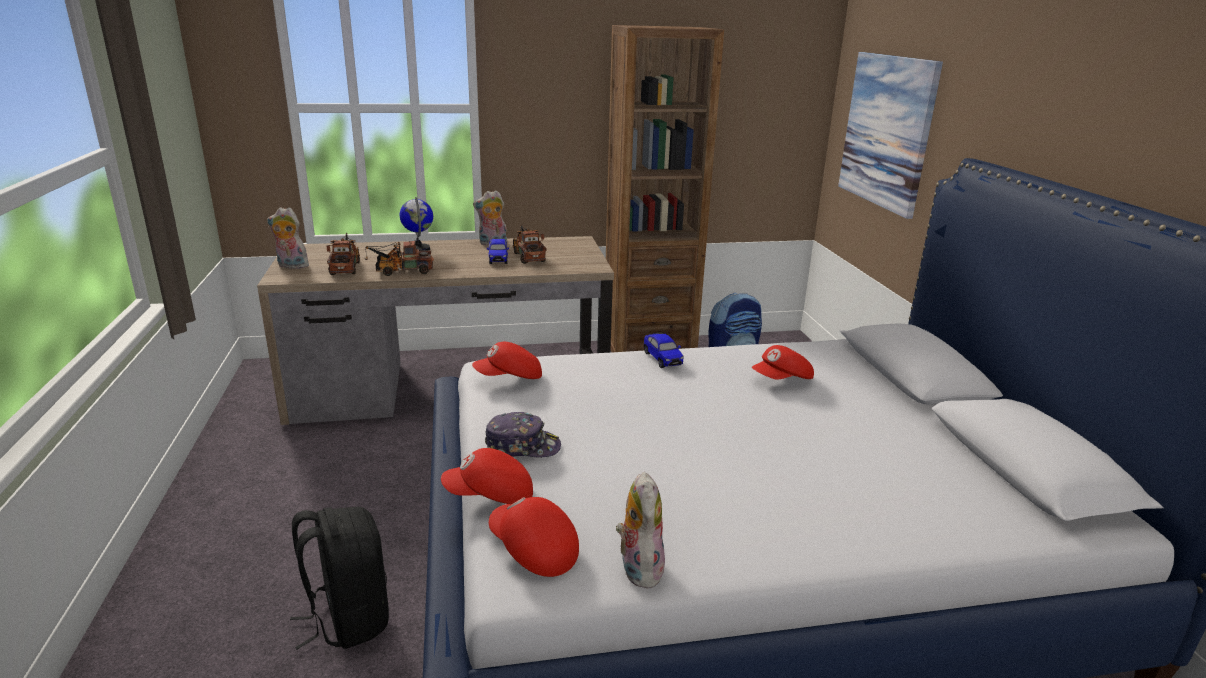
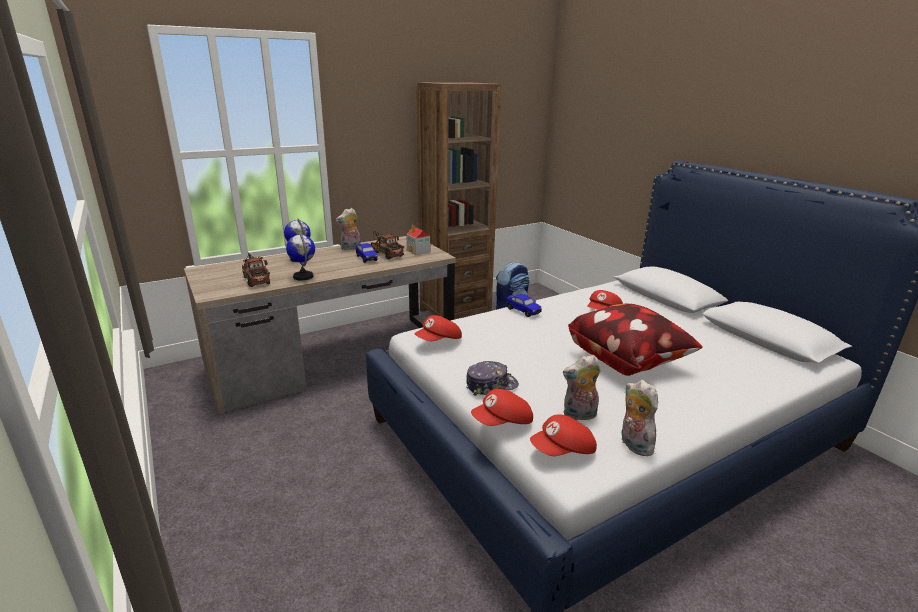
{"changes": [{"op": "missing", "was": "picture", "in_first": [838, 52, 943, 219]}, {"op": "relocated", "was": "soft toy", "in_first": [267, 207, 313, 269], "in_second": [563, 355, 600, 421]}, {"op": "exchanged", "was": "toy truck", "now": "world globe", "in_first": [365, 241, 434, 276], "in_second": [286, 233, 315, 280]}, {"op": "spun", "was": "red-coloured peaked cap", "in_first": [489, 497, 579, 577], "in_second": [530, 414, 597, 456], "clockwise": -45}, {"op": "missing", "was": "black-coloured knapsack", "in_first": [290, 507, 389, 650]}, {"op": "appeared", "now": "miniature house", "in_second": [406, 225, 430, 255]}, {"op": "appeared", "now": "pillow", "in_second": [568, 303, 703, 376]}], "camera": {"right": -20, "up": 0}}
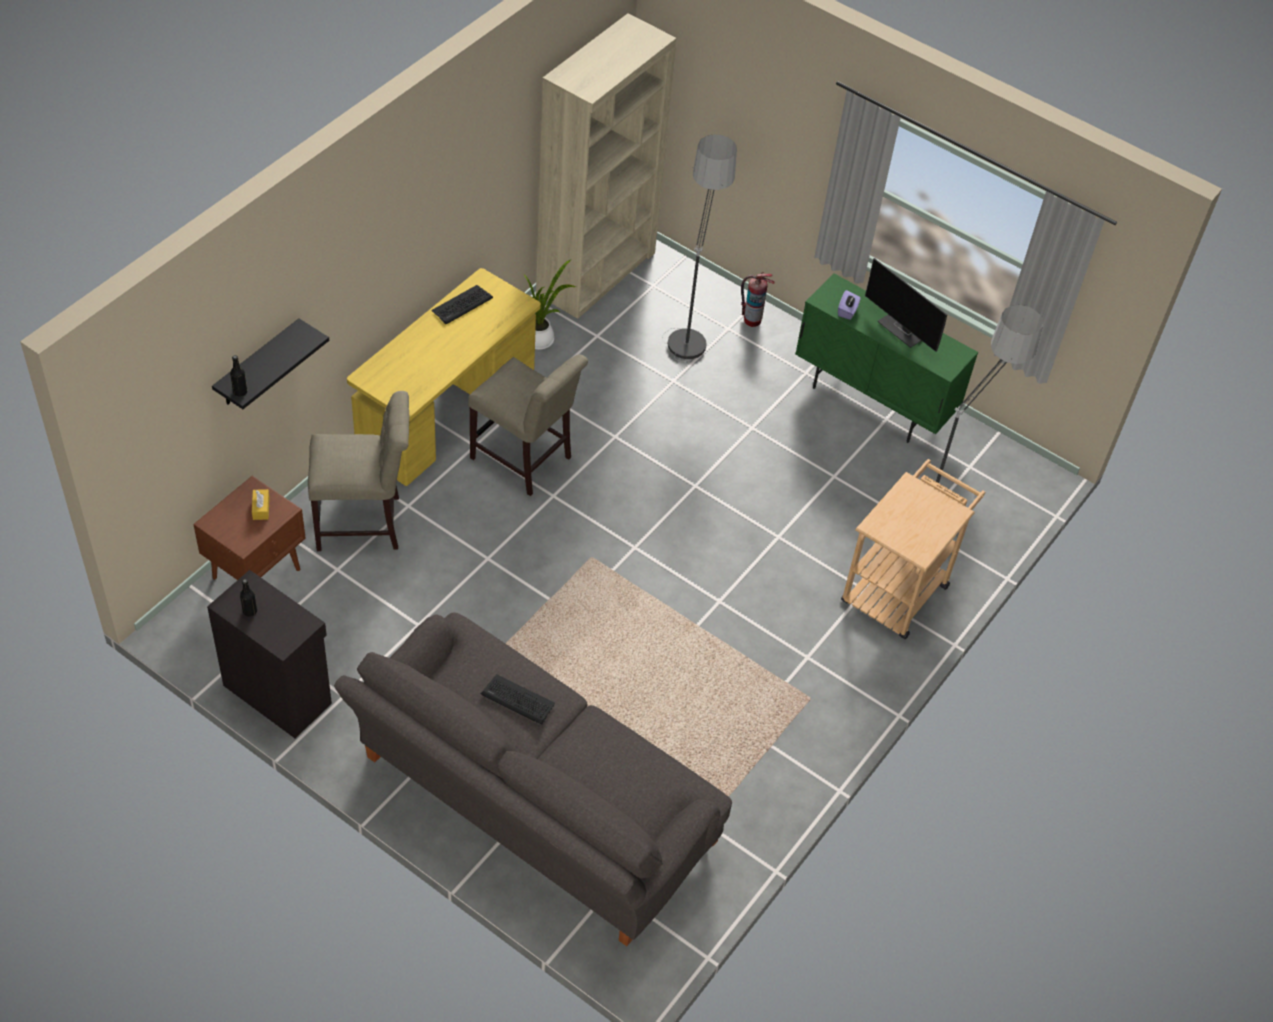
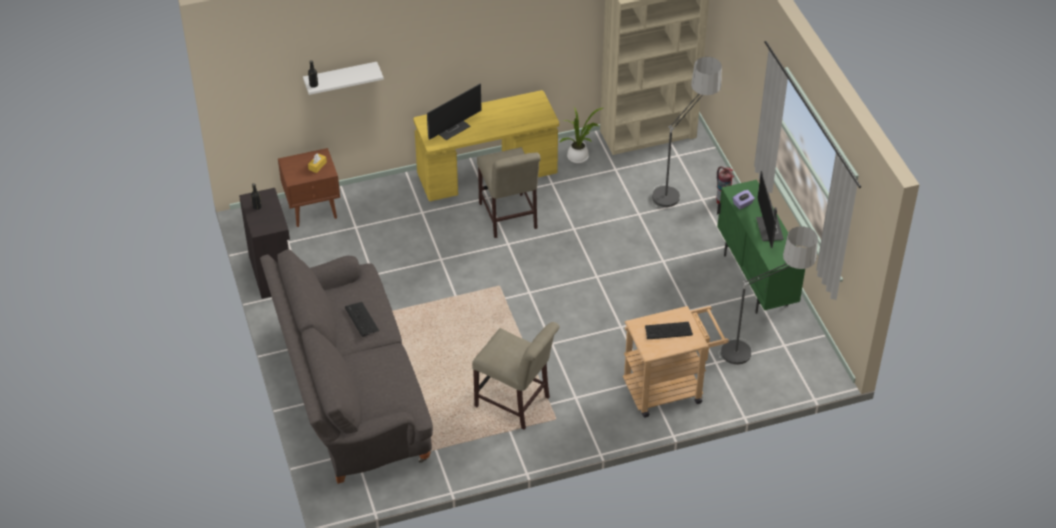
{"changes": [{"op": "relocated", "was": "computer keyboard", "in_first": [431, 285, 493, 324], "in_second": [645, 322, 693, 339]}, {"op": "colour", "was": "black-coloured bracket shelf", "now": "whitish bracket shelf", "in_first": [212, 318, 329, 409], "in_second": [303, 62, 384, 95]}, {"op": "relocated", "was": "sand-coloured upright chair", "in_first": [308, 391, 409, 551], "in_second": [472, 322, 559, 430]}, {"op": "appeared", "now": "computer screen", "in_second": [427, 84, 482, 140]}], "camera": {"right": 40, "up": -5}}
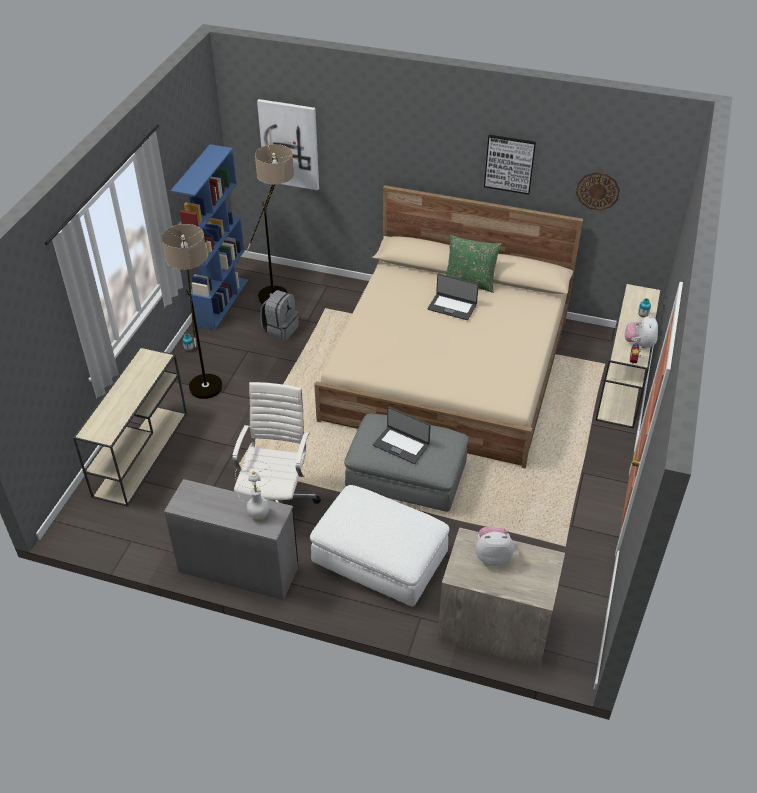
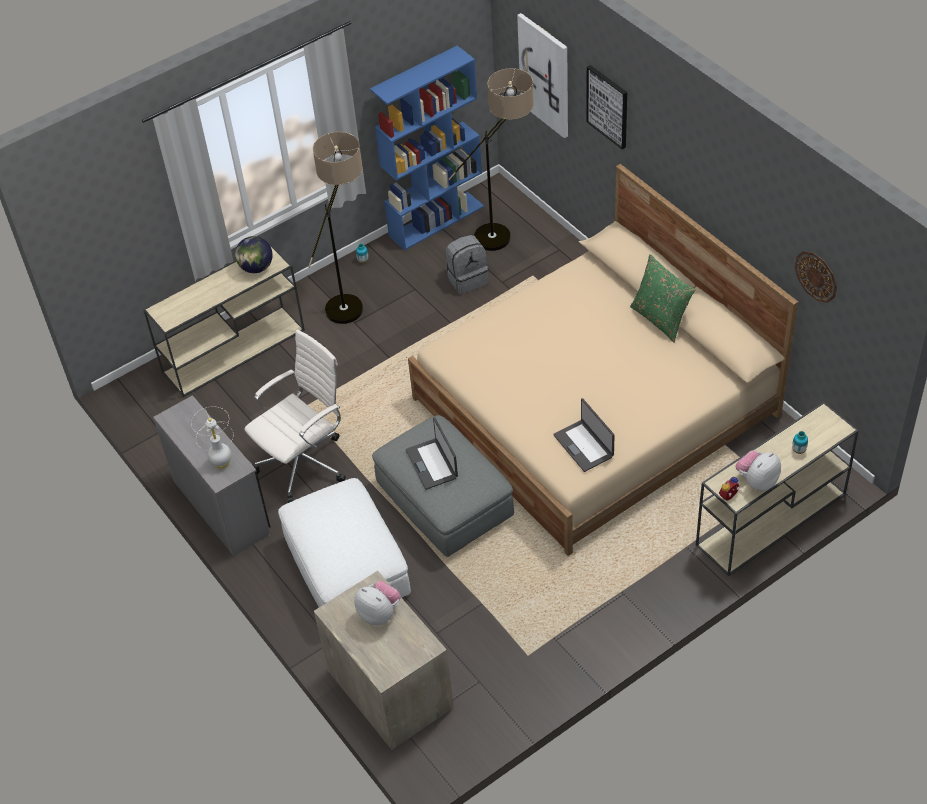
{"changes": [{"op": "relocated", "was": "picture", "in_first": [484, 135, 536, 195], "in_second": [586, 65, 627, 149]}, {"op": "relocated", "was": "laptop", "in_first": [427, 273, 479, 320], "in_second": [553, 398, 615, 472]}, {"op": "appeared", "now": "world globe", "in_second": [235, 236, 273, 273]}], "camera": {"right": 40, "up": 5}}
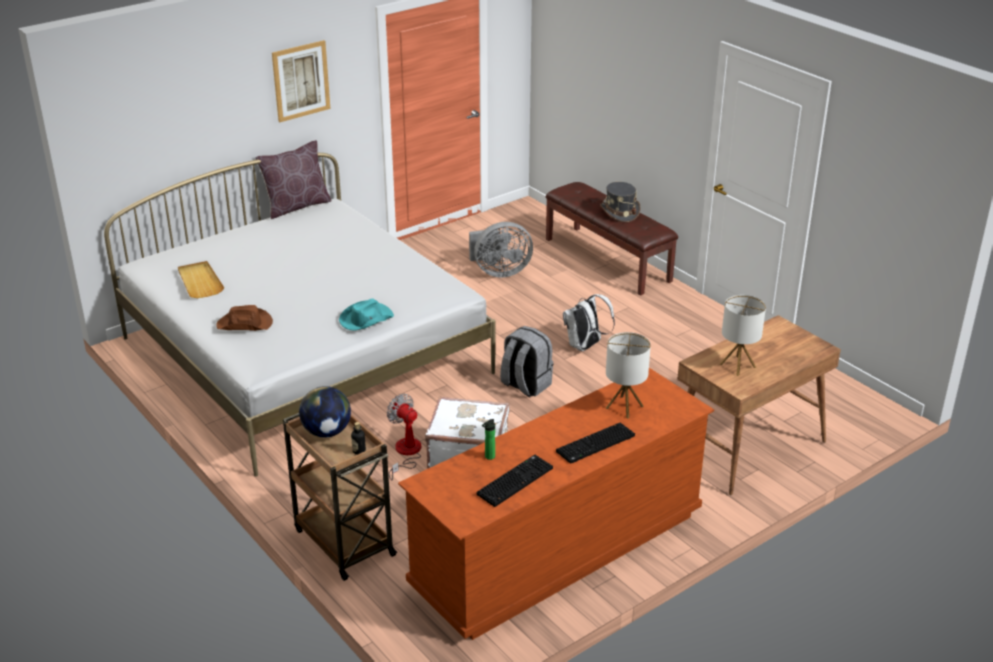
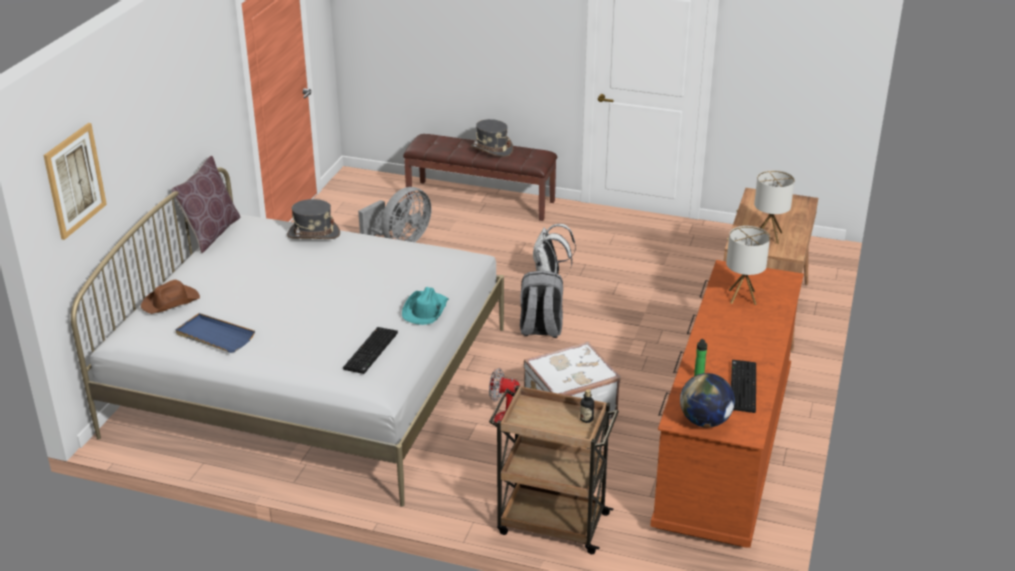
{"changes": [{"op": "relocated", "was": "picture", "in_first": [272, 40, 330, 122], "in_second": [43, 123, 107, 240]}, {"op": "colour", "was": "sand-coloured carrying tray", "now": "bluish carrying tray", "in_first": [178, 261, 224, 298], "in_second": [175, 313, 255, 353]}, {"op": "relocated", "was": "brown clothing hat", "in_first": [216, 305, 273, 331], "in_second": [141, 280, 200, 314]}, {"op": "relocated", "was": "world globe", "in_first": [299, 386, 351, 438], "in_second": [680, 373, 735, 428]}, {"op": "relocated", "was": "computer keyboard", "in_first": [556, 423, 635, 464], "in_second": [343, 327, 398, 374]}, {"op": "appeared", "now": "greyish clothing hat", "in_second": [287, 199, 340, 239]}], "camera": {"right": -35, "up": 0}}
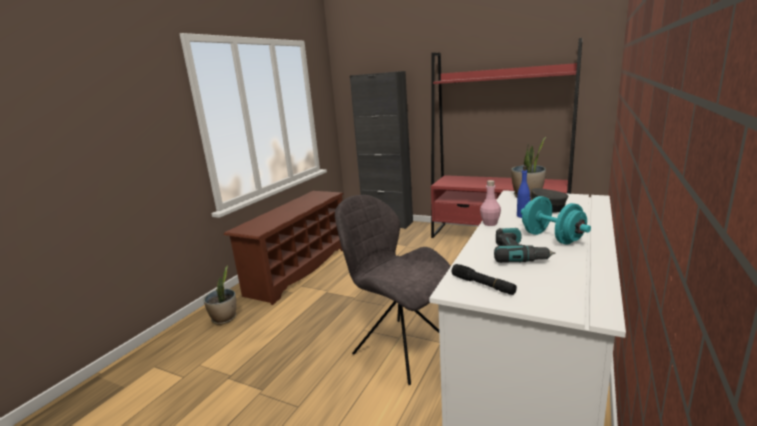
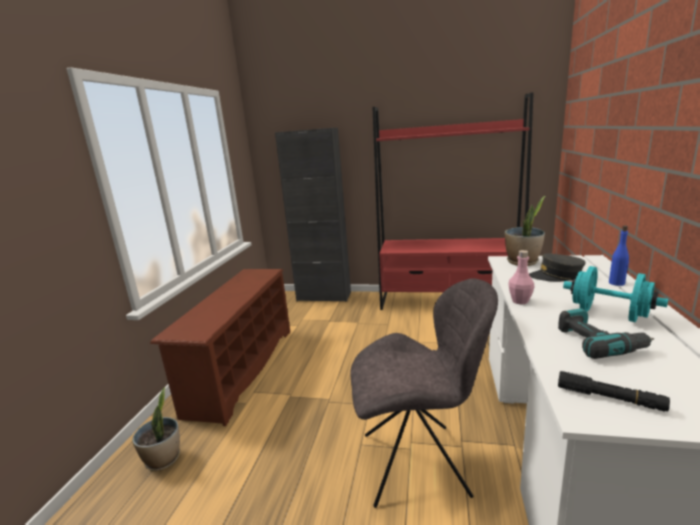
{"changes": [{"op": "relocated", "was": "bluish beverage bottle", "in_first": [517, 166, 531, 218], "in_second": [609, 226, 629, 286]}, {"op": "spun", "was": "greyish upright chair", "in_first": [335, 195, 451, 385], "in_second": [350, 278, 498, 508], "clockwise": 150}], "camera": {"right": -15, "up": 0}}
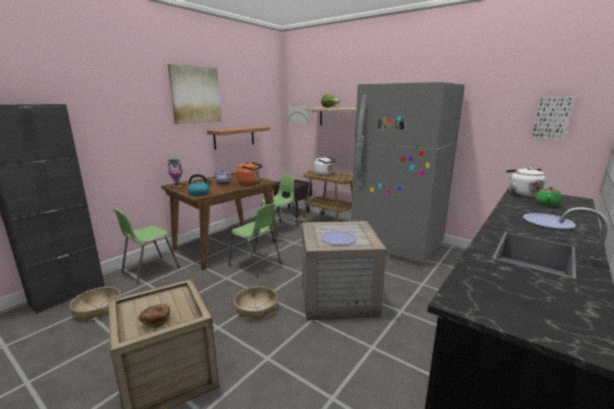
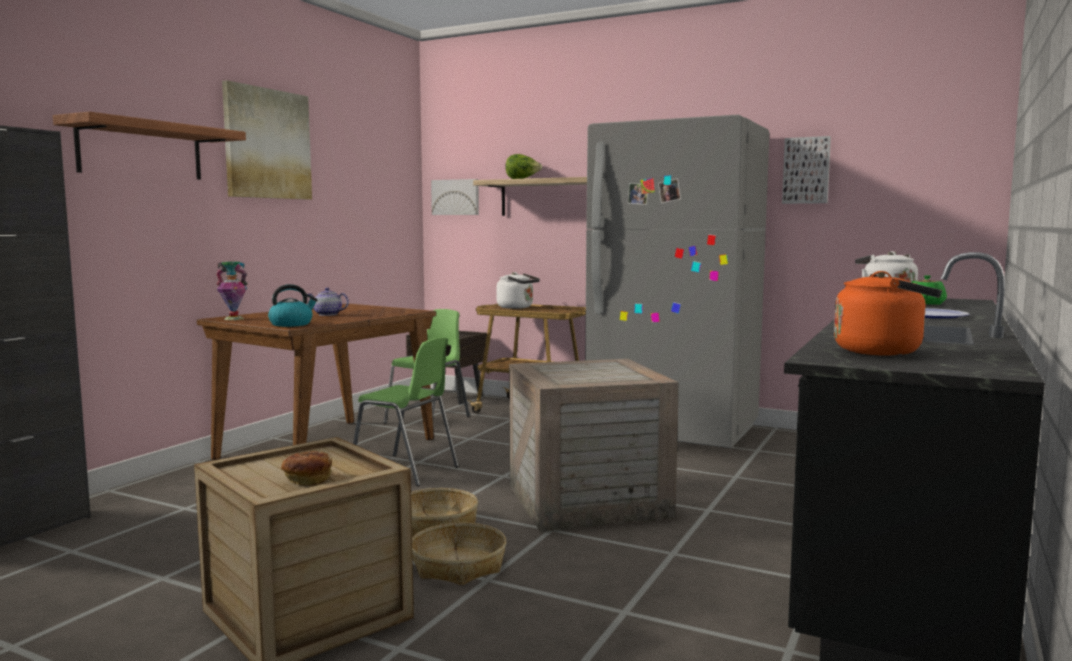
{"changes": [{"op": "relocated", "was": "picture", "in_first": [531, 97, 574, 140], "in_second": [782, 136, 831, 204]}, {"op": "relocated", "was": "bracket shelf", "in_first": [207, 126, 270, 150], "in_second": [53, 112, 246, 180]}, {"op": "relocated", "was": "orange-coloured tea kettle", "in_first": [236, 162, 262, 185], "in_second": [834, 271, 942, 356]}, {"op": "missing", "was": "green-coloured upright chair", "in_first": [113, 209, 180, 284]}, {"op": "missing", "was": "dinner plate", "in_first": [320, 230, 357, 245]}, {"op": "relocated", "was": "storage basket", "in_first": [70, 287, 120, 321], "in_second": [412, 522, 506, 585]}], "camera": {"right": -10, "up": -10}}
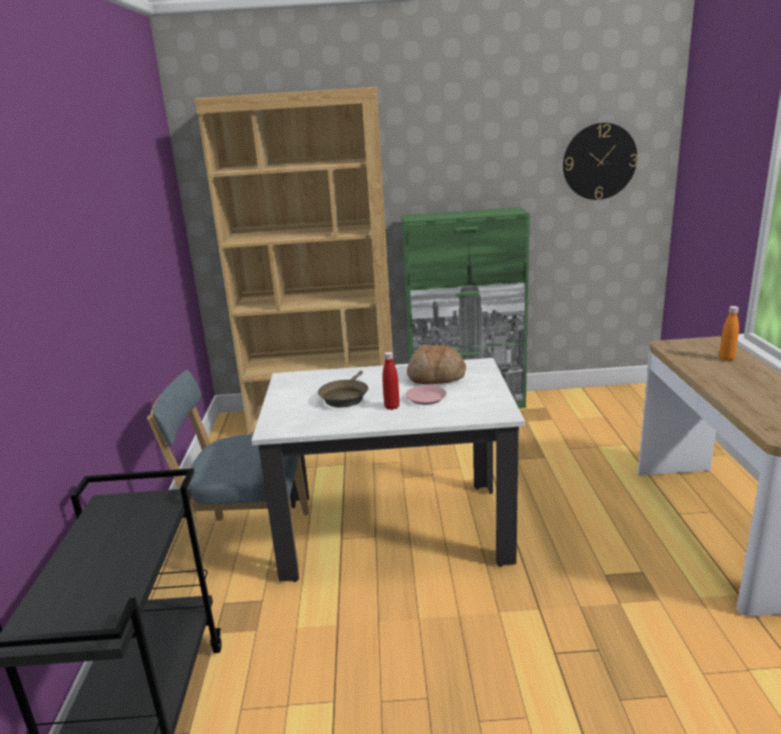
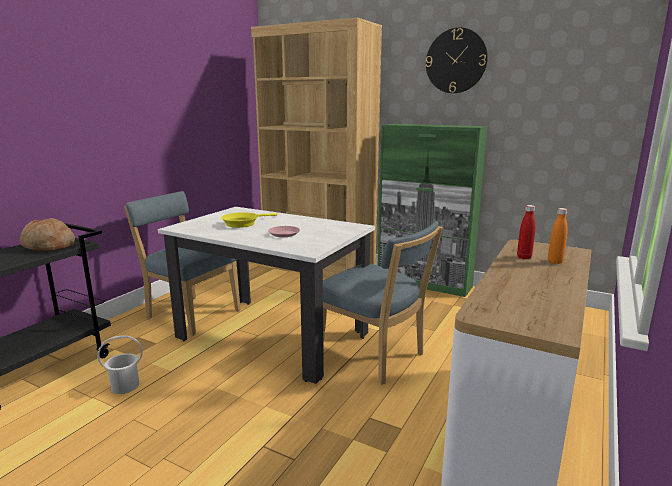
{"changes": [{"op": "relocated", "was": "clock on the wall", "in_first": [563, 123, 638, 200], "in_second": [426, 28, 488, 93]}, {"op": "relocated", "was": "bakery bread", "in_first": [407, 345, 466, 384], "in_second": [20, 218, 75, 251]}, {"op": "relocated", "was": "red-coloured beverage bottle", "in_first": [382, 352, 400, 410], "in_second": [517, 205, 535, 259]}, {"op": "colour", "was": "brown skillet", "now": "yellow skillet", "in_first": [318, 371, 368, 407], "in_second": [221, 212, 277, 228]}, {"op": "appeared", "now": "bluish upright chair", "in_second": [323, 221, 443, 385]}, {"op": "appeared", "now": "whitish water bucket", "in_second": [97, 335, 143, 394]}], "camera": {"right": 30, "up": -5}}
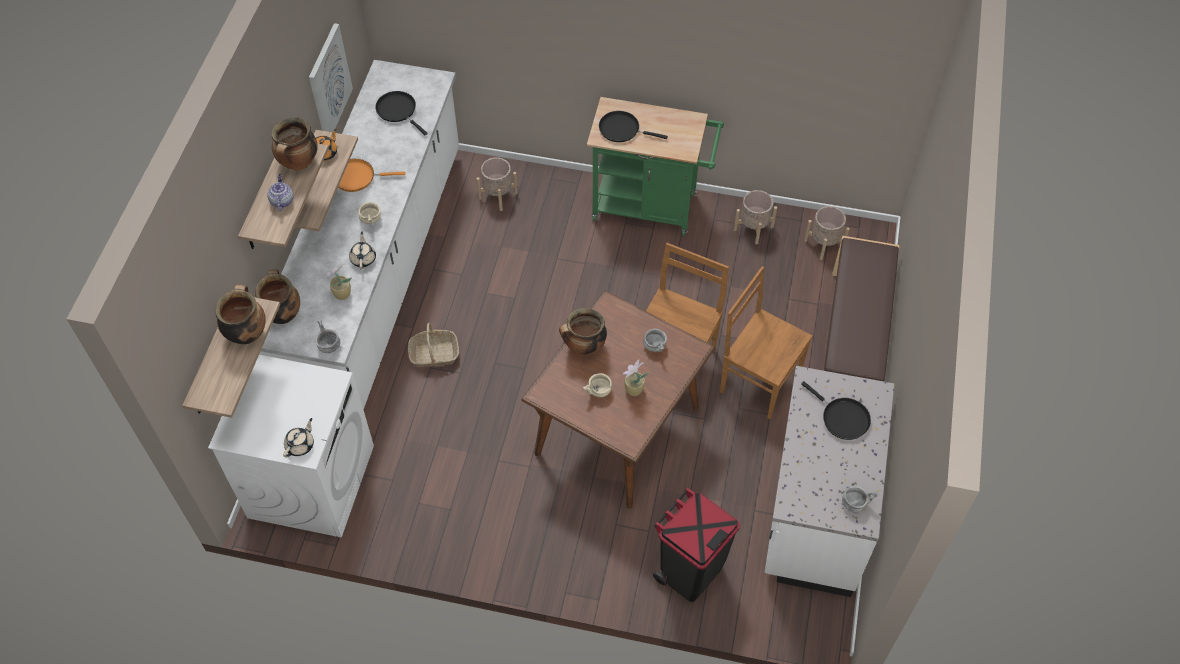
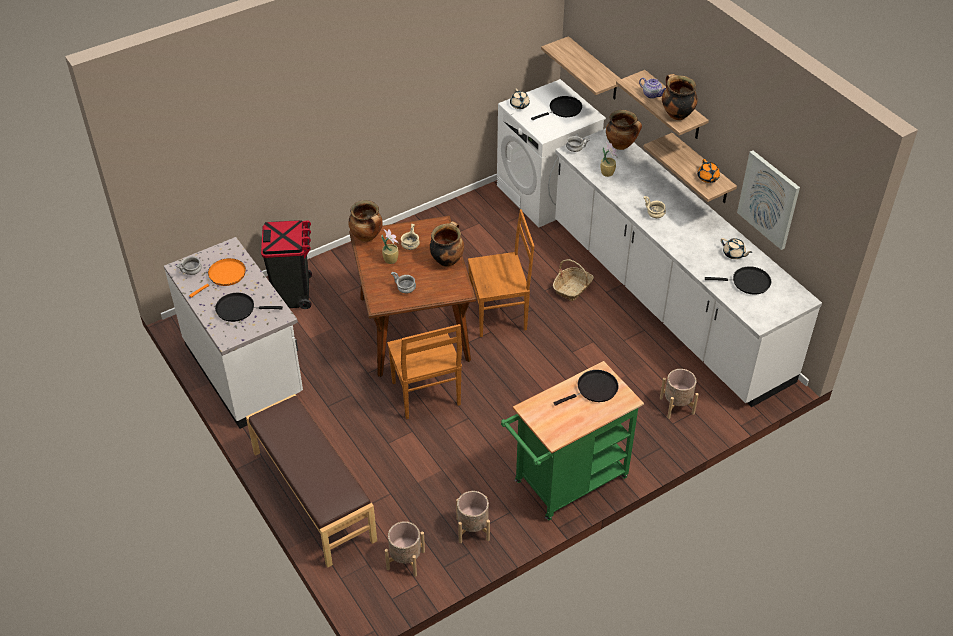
{"changes": [{"op": "relocated", "was": "orange-coloured skillet", "in_first": [338, 159, 405, 192], "in_second": [189, 258, 246, 298]}, {"op": "relocated", "was": "sand-coloured teapot", "in_first": [349, 232, 376, 269], "in_second": [721, 238, 752, 259]}, {"op": "relocated", "was": "brown upright chair", "in_first": [720, 266, 813, 419], "in_second": [468, 209, 534, 337]}, {"op": "relocated", "was": "cooking pot", "in_first": [215, 284, 266, 344], "in_second": [348, 200, 383, 242]}, {"op": "appeared", "now": "black-coloured skillet", "in_second": [531, 96, 582, 120]}], "camera": {"right": 135, "up": -10}}
